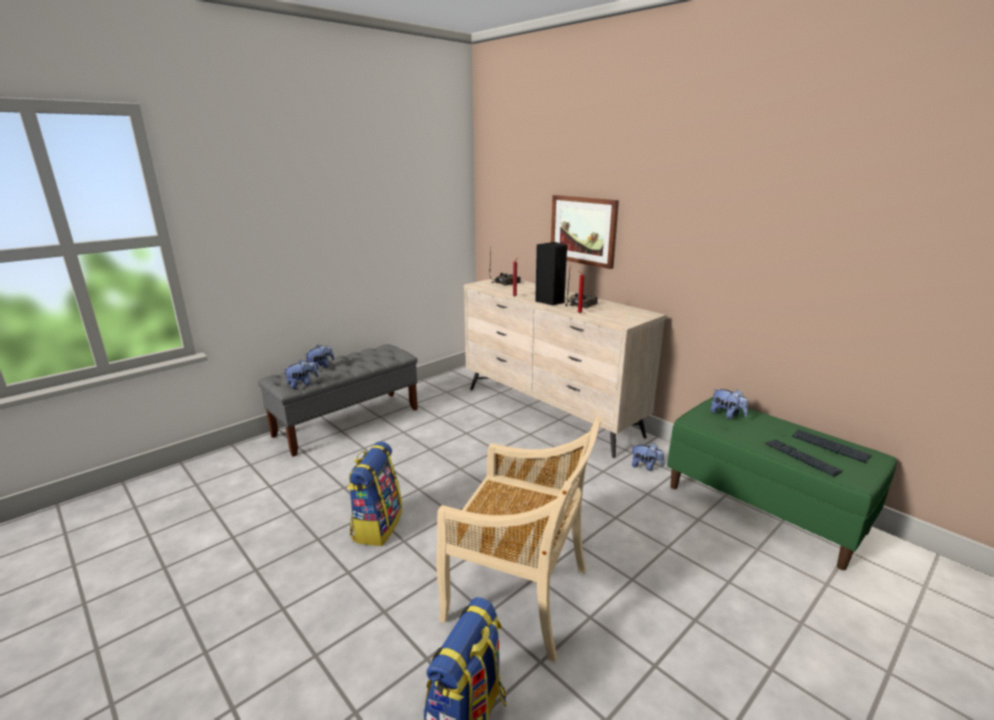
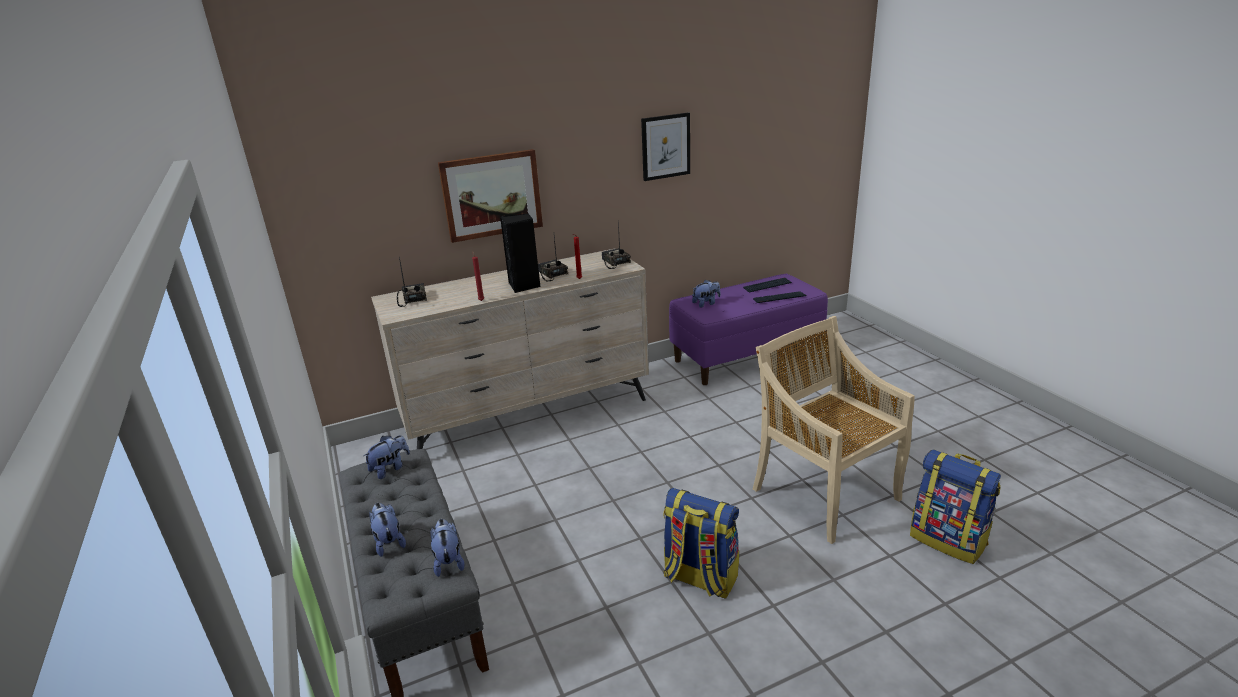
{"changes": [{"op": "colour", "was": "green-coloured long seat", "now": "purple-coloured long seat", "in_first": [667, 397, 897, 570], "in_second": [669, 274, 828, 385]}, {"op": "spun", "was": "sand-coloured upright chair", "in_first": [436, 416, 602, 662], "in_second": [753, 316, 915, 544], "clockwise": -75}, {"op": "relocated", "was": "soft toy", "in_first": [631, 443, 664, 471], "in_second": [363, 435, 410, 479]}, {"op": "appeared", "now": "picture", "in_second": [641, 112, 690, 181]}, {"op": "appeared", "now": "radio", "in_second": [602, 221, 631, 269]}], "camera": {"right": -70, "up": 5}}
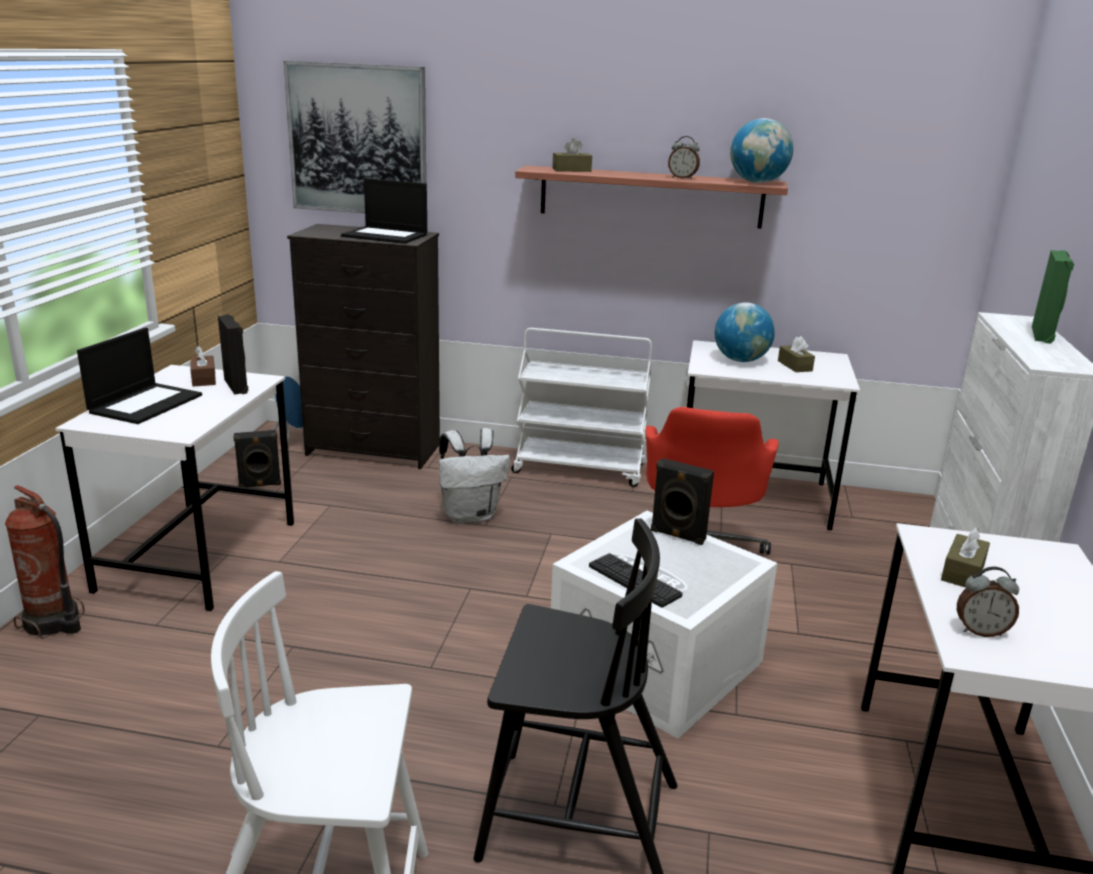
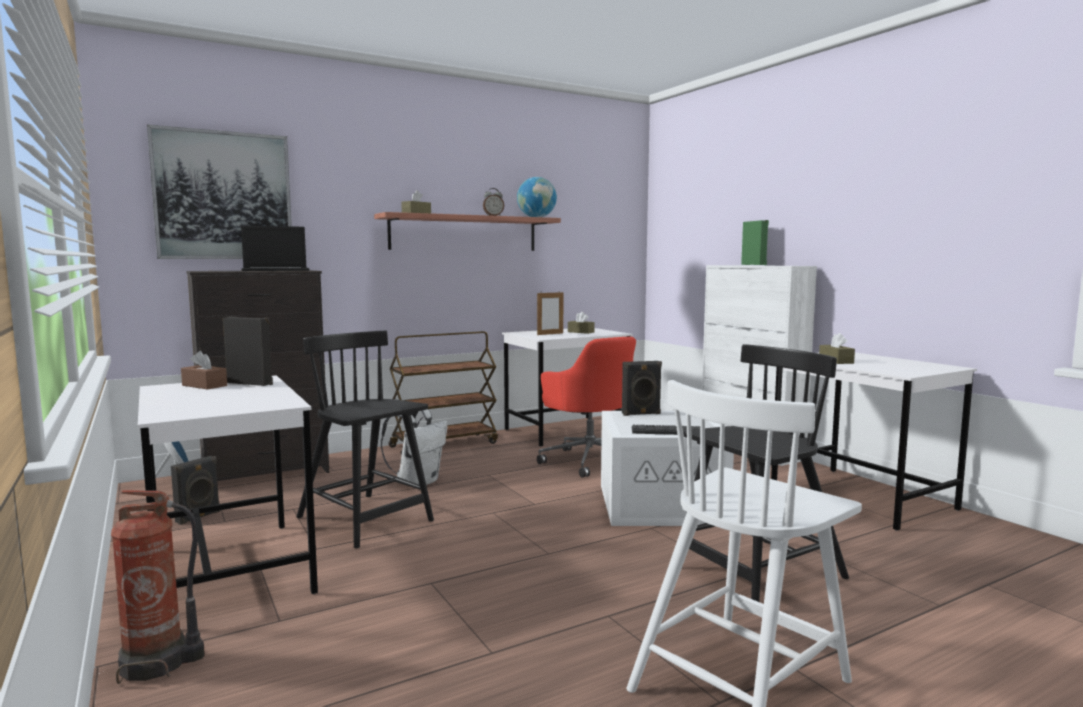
{"changes": [{"op": "exchanged", "was": "world globe", "now": "standing frame", "in_first": [715, 302, 775, 362], "in_second": [537, 292, 563, 335]}, {"op": "missing", "was": "laptop", "in_first": [77, 328, 202, 424]}, {"op": "colour", "was": "whitish cart", "now": "brown cart", "in_first": [511, 328, 652, 487], "in_second": [388, 331, 498, 455]}, {"op": "missing", "was": "bedside clock", "in_first": [957, 567, 1019, 637]}, {"op": "appeared", "now": "black-coloured upright chair", "in_second": [296, 330, 434, 549]}], "camera": {"right": -40, "up": -15}}
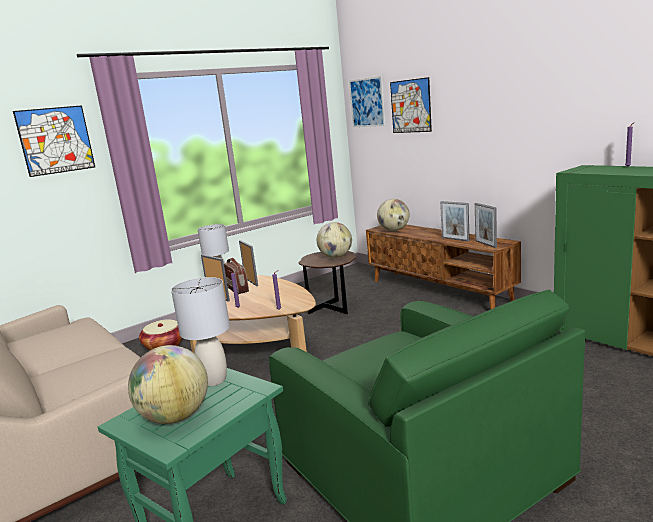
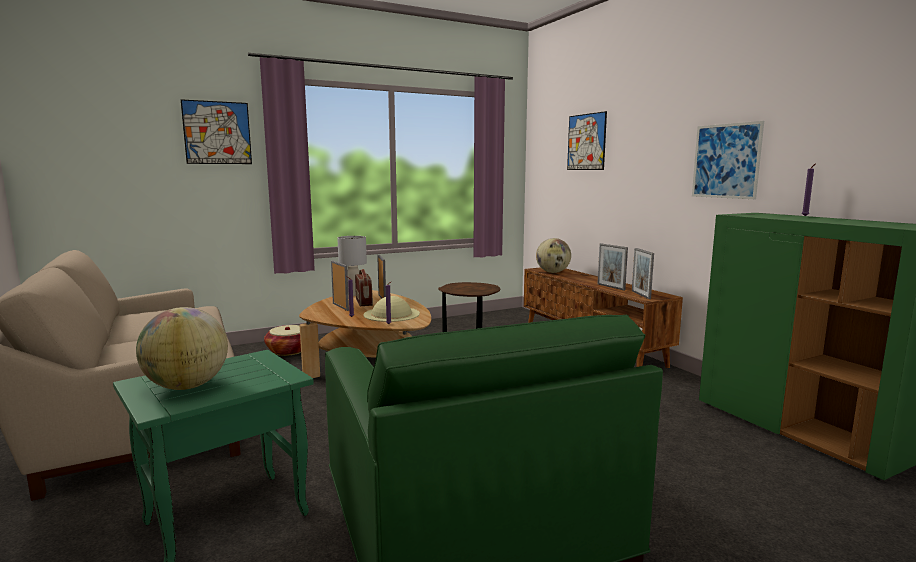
{"changes": [{"op": "relocated", "was": "picture", "in_first": [349, 76, 385, 127], "in_second": [692, 121, 764, 199]}, {"op": "missing", "was": "world globe", "in_first": [317, 222, 352, 258]}, {"op": "missing", "was": "greyish tabletop lamp", "in_first": [171, 277, 230, 386]}, {"op": "appeared", "now": "sand-coloured clothing hat", "in_second": [363, 296, 420, 322]}], "camera": {"right": 10, "up": -5}}
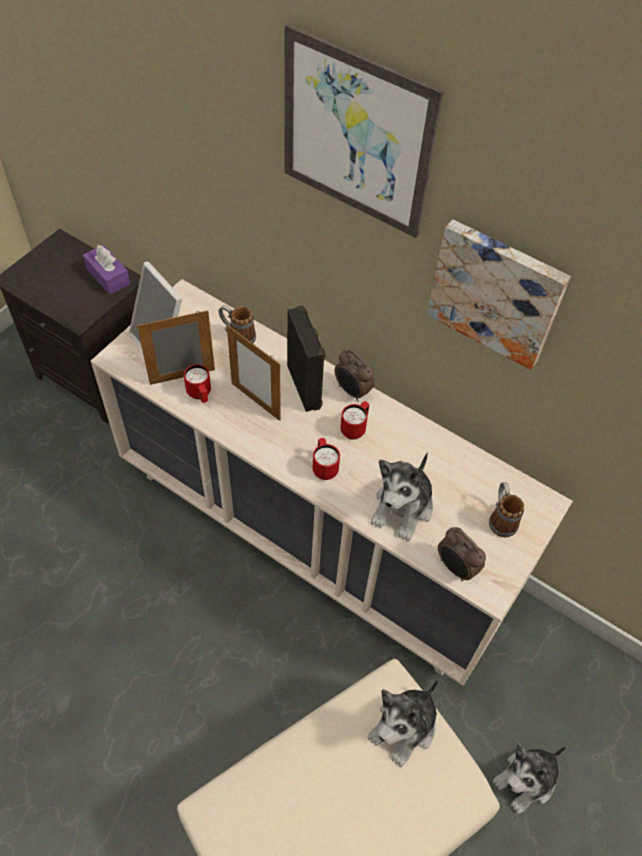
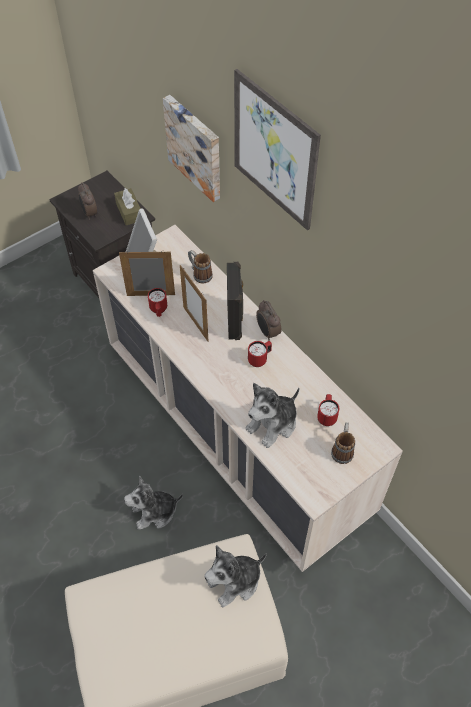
{"changes": [{"op": "relocated", "was": "picture", "in_first": [427, 219, 571, 370], "in_second": [163, 95, 220, 202]}, {"op": "colour", "was": "purple-coloured tissue box", "now": "brown tissue box", "in_first": [83, 245, 130, 295], "in_second": [114, 188, 141, 225]}, {"op": "relocated", "was": "red-coloured tea mug", "in_first": [312, 438, 340, 480], "in_second": [317, 394, 339, 426]}, {"op": "relocated", "was": "bedside clock", "in_first": [438, 527, 486, 581], "in_second": [78, 182, 97, 220]}, {"op": "relocated", "was": "soft toy", "in_first": [493, 744, 567, 814], "in_second": [124, 476, 183, 530]}], "camera": {"right": 20, "up": 0}}
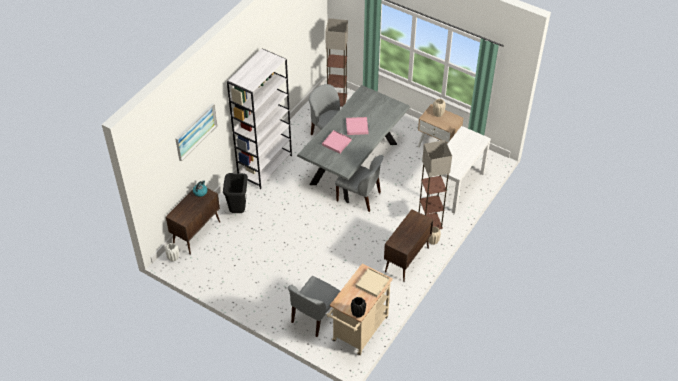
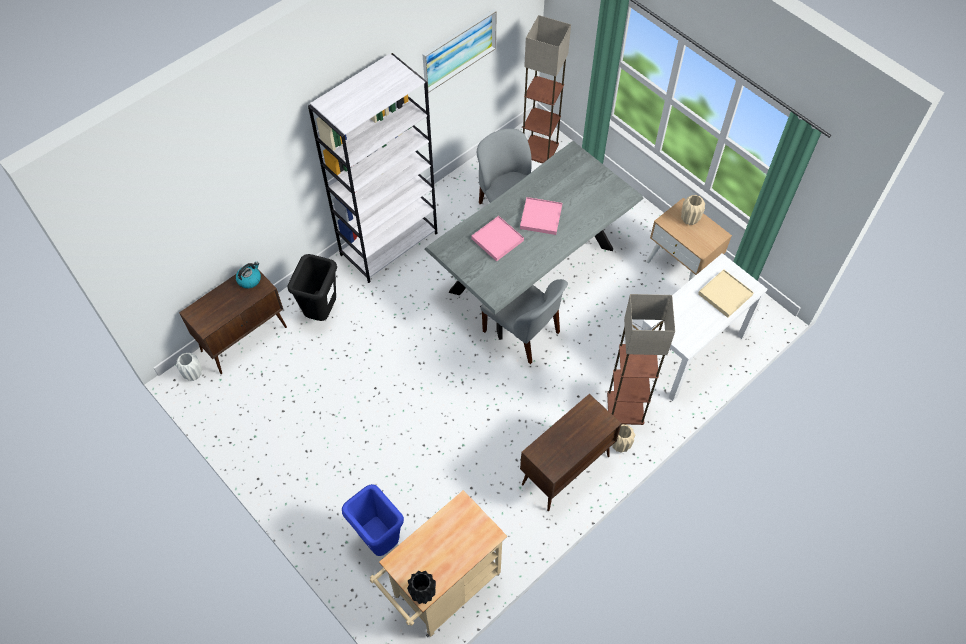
{"changes": [{"op": "relocated", "was": "picture", "in_first": [175, 103, 217, 161], "in_second": [423, 9, 497, 93]}, {"op": "relocated", "was": "sand-coloured carrying tray", "in_first": [356, 268, 389, 297], "in_second": [698, 269, 754, 318]}, {"op": "exchanged", "was": "greyish upright chair", "now": "bluish waste bin", "in_first": [288, 276, 340, 337], "in_second": [342, 484, 404, 556]}], "camera": {"right": 15, "up": 10}}
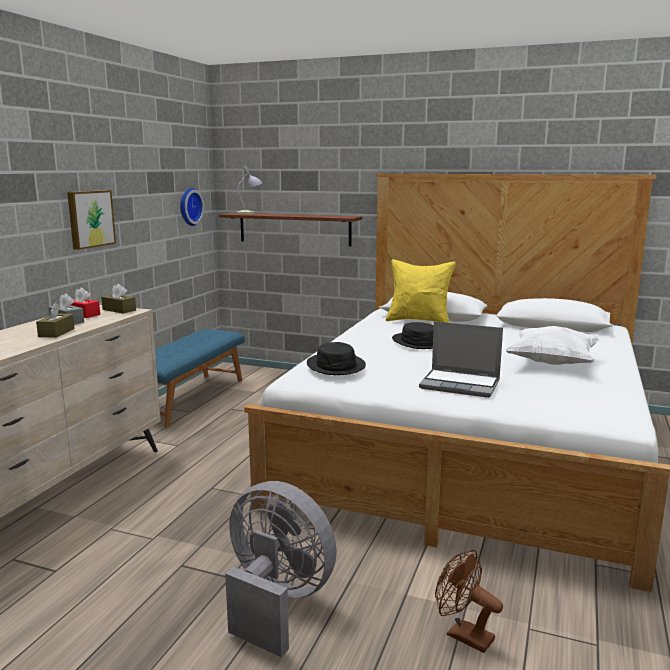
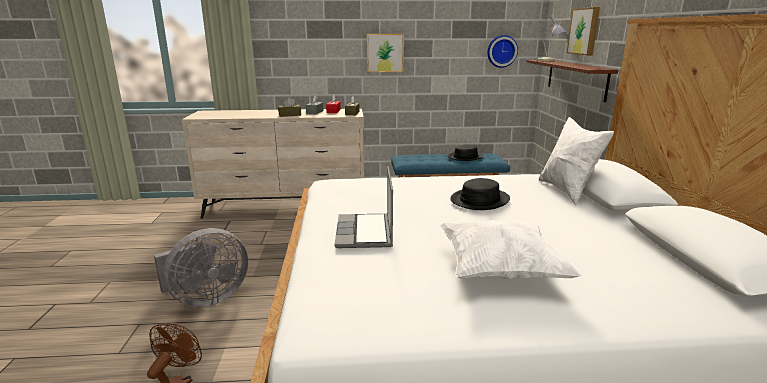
{"changes": [{"op": "colour", "was": "yellow pillow", "now": "whitish pillow", "in_first": [386, 259, 456, 323], "in_second": [539, 117, 614, 205]}, {"op": "relocated", "was": "black-coloured clothing hat", "in_first": [307, 342, 366, 375], "in_second": [448, 145, 484, 161]}, {"op": "spun", "was": "greyish electric fan", "in_first": [225, 481, 337, 657], "in_second": [154, 228, 248, 307], "clockwise": 45}, {"op": "appeared", "now": "picture", "in_second": [567, 7, 600, 55]}], "camera": {"right": 65, "up": 5}}
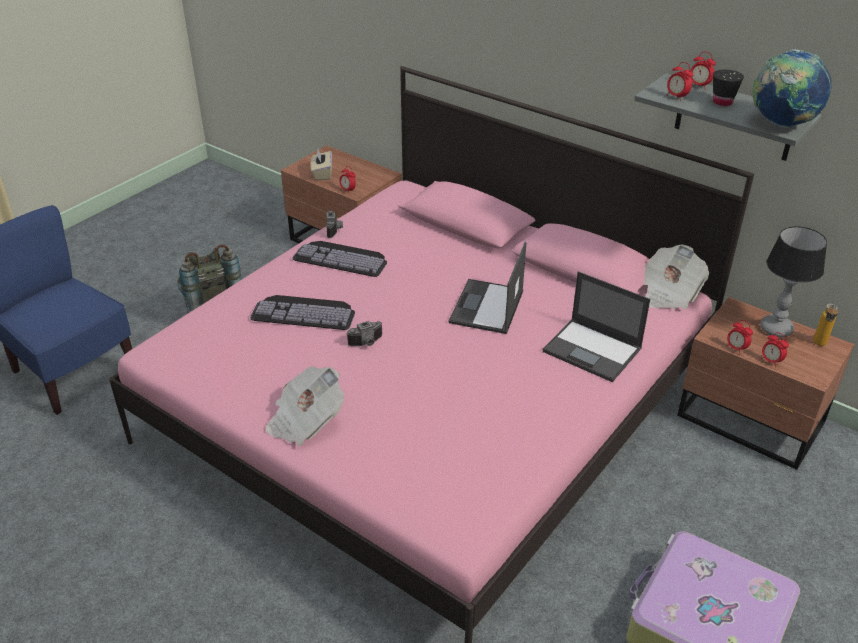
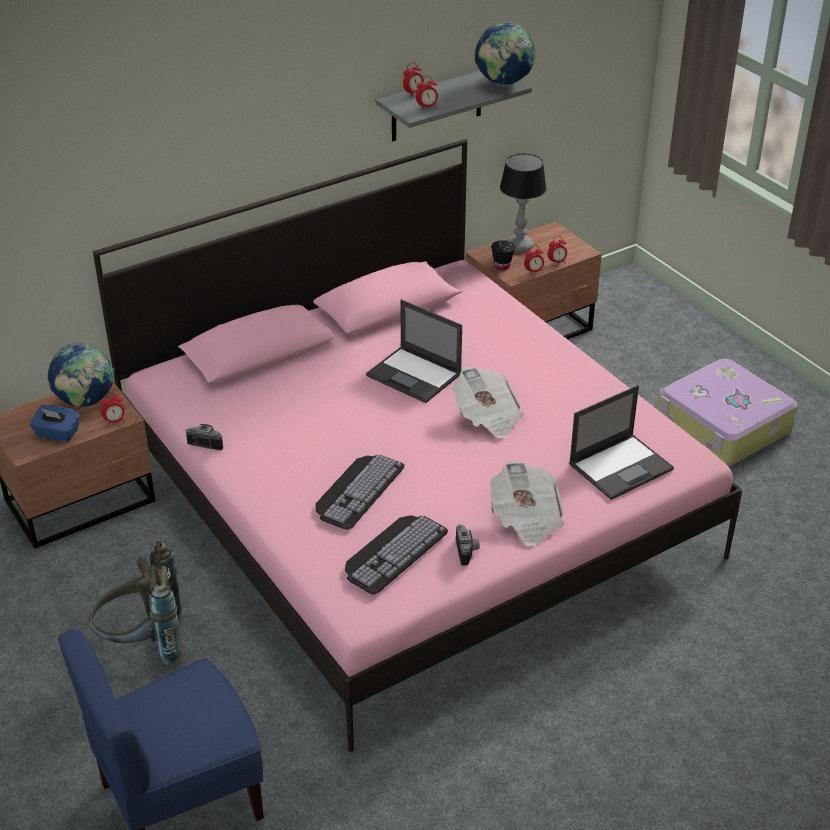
{"changes": [{"op": "relocated", "was": "black-coloured drinking cup", "in_first": [713, 69, 744, 106], "in_second": [491, 240, 515, 270]}, {"op": "colour", "was": "sand-coloured tissue box", "now": "bluish tissue box", "in_first": [311, 149, 332, 180], "in_second": [30, 405, 79, 442]}, {"op": "relocated", "was": "computer keyboard", "in_first": [293, 241, 387, 277], "in_second": [345, 515, 448, 595]}, {"op": "relocated", "was": "printed paper", "in_first": [644, 244, 709, 309], "in_second": [453, 366, 524, 439]}, {"op": "relocated", "was": "laptop", "in_first": [543, 271, 650, 382], "in_second": [569, 385, 674, 500]}, {"op": "missing", "was": "beverage bottle", "in_first": [813, 304, 838, 346]}, {"op": "relocated", "was": "photo camera", "in_first": [347, 321, 382, 346], "in_second": [456, 525, 480, 566]}, {"op": "appeared", "now": "world globe", "in_second": [47, 342, 114, 407]}], "camera": {"right": -70, "up": 0}}
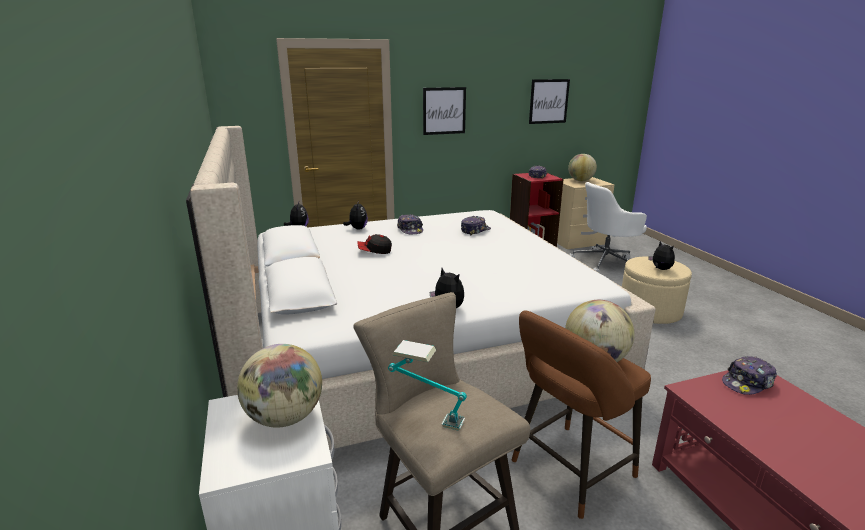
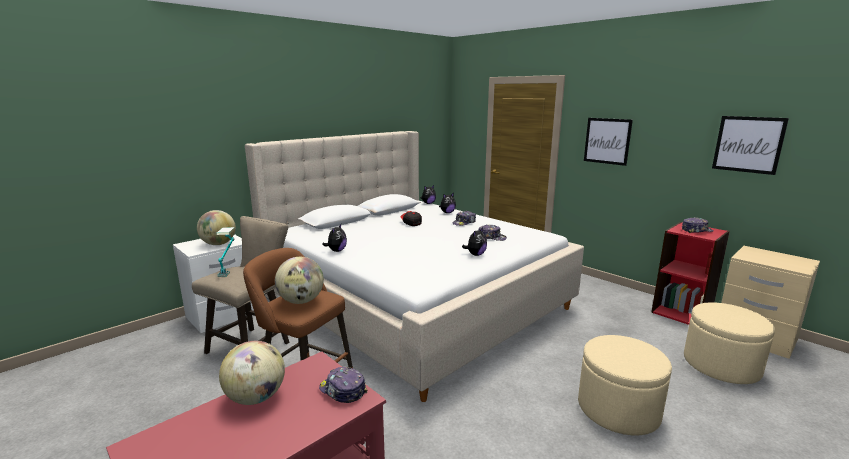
{"changes": [{"op": "relocated", "was": "world globe", "in_first": [568, 154, 597, 181], "in_second": [219, 341, 285, 405]}, {"op": "exchanged", "was": "whitish desk chair", "now": "sand-coloured ottoman", "in_first": [569, 182, 647, 273], "in_second": [684, 302, 775, 384]}, {"op": "relocated", "was": "soft toy", "in_first": [648, 241, 675, 270], "in_second": [462, 228, 487, 256]}], "camera": {"right": 65, "up": -5}}
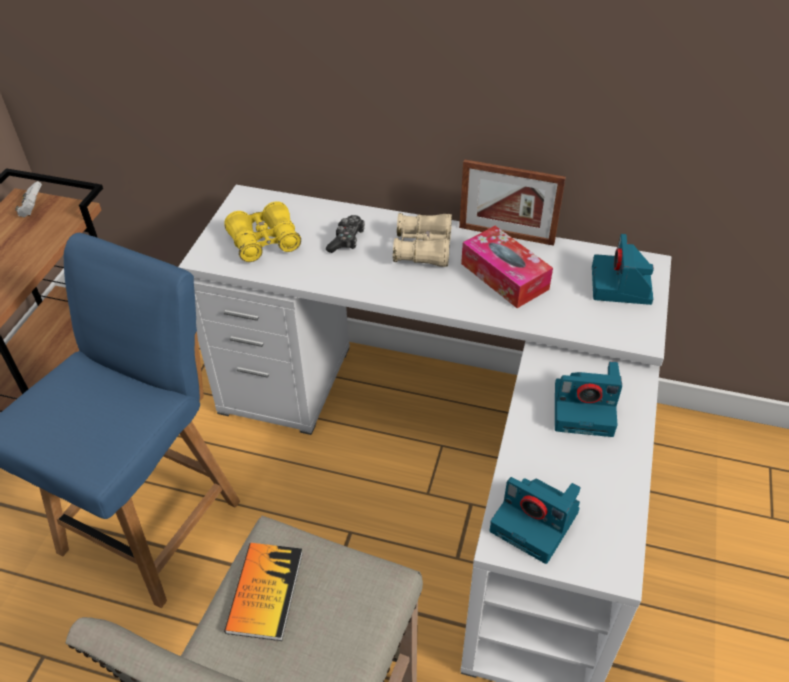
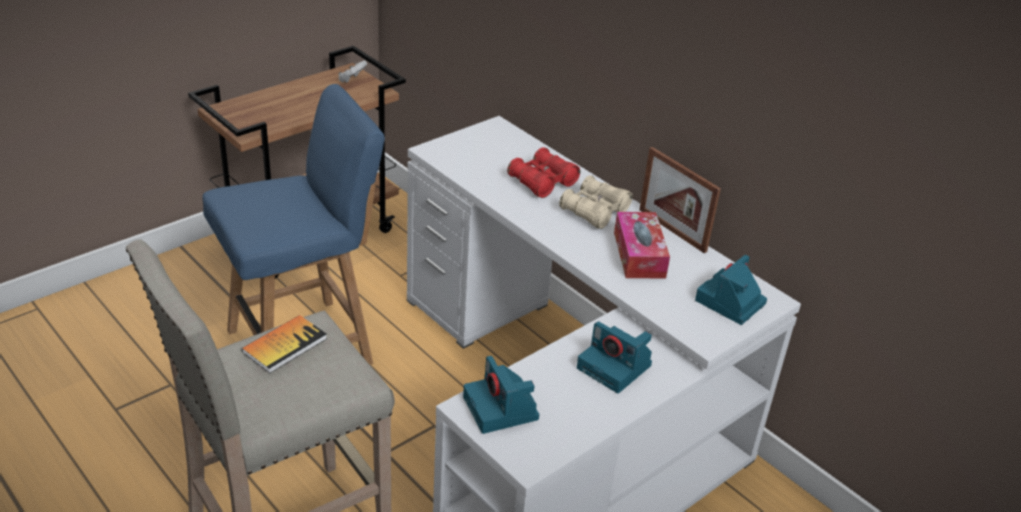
{"changes": [{"op": "missing", "was": "yellow pair of binoculars", "in_first": [224, 201, 301, 262]}, {"op": "exchanged", "was": "game controller", "now": "red-coloured pair of binoculars", "in_first": [326, 215, 365, 253], "in_second": [507, 147, 580, 198]}], "camera": {"right": 30, "up": -10}}
